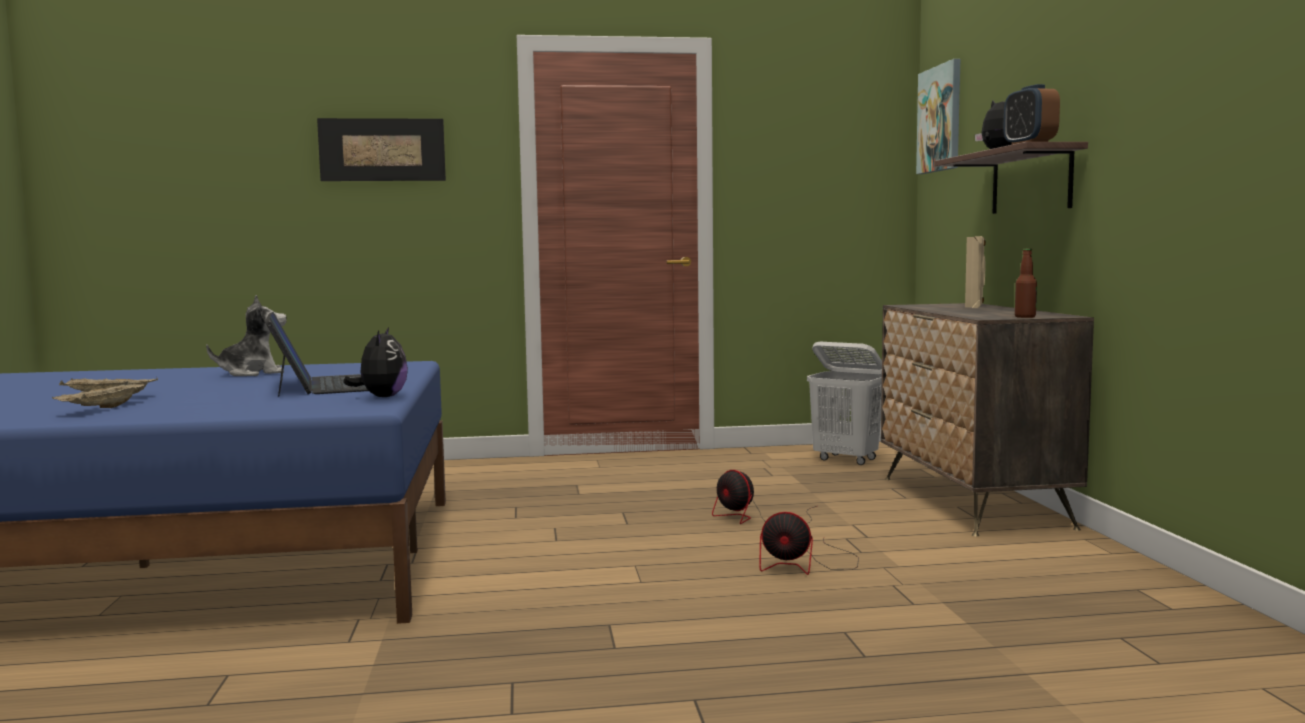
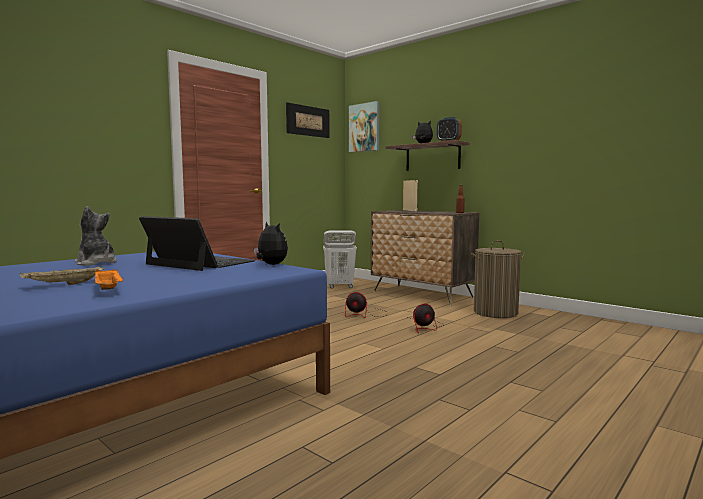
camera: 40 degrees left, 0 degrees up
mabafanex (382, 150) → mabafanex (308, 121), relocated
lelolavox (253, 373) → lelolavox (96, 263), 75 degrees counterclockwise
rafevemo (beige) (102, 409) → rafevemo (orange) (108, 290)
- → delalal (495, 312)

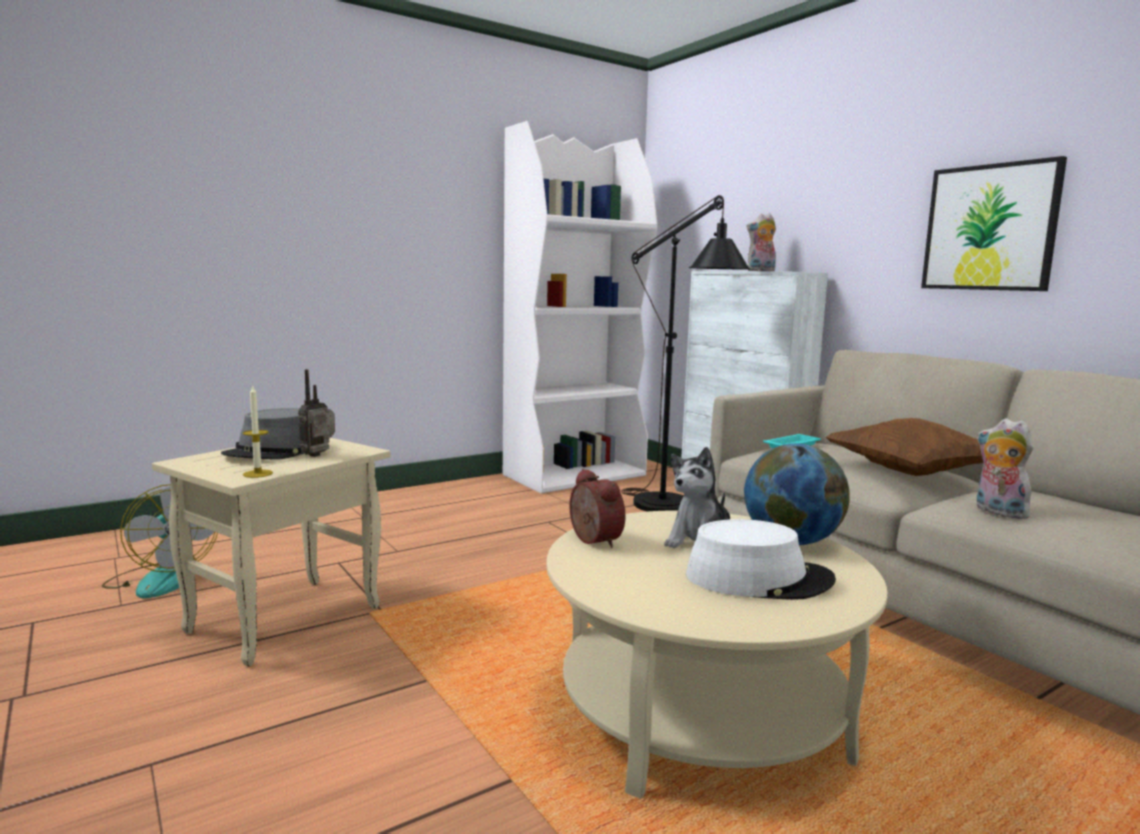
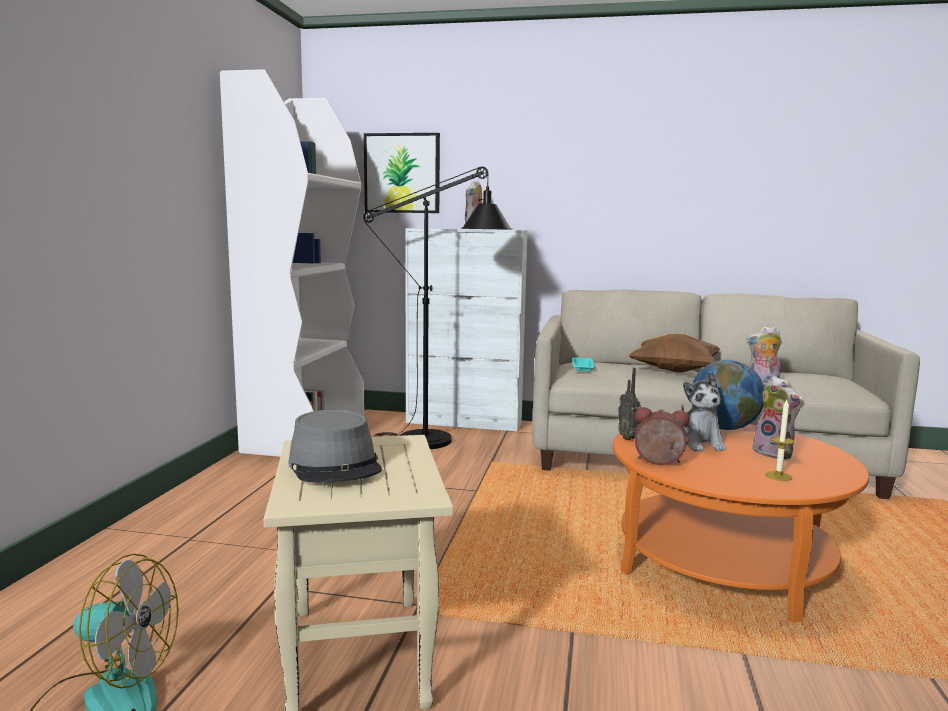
camera: 45 degrees left, 0 degrees up
mabafanex (990, 228) → mabafanex (402, 173), relocated
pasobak (319, 456) → pasobak (629, 438), relocated
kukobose (258, 474) → kukobose (778, 476), relocated
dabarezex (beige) (701, 710) → dabarezex (orange) (723, 562)
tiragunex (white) (758, 579) → lelolavox (775, 453)

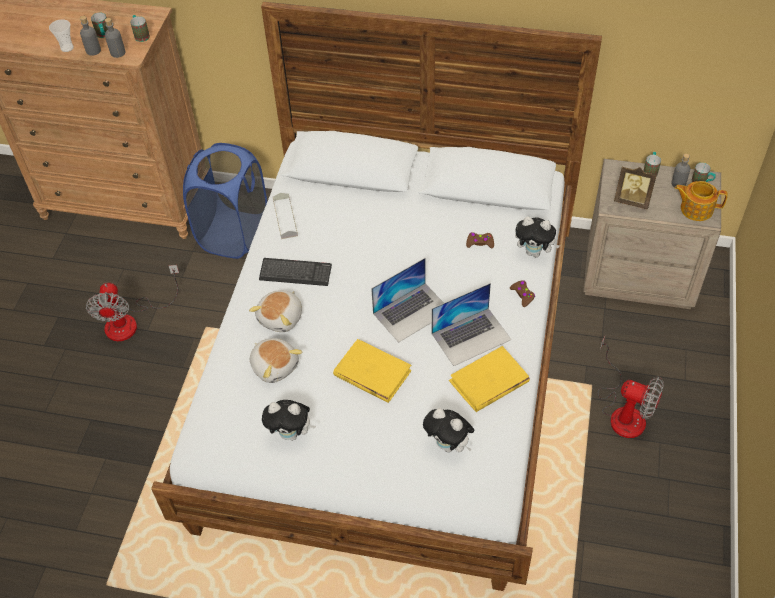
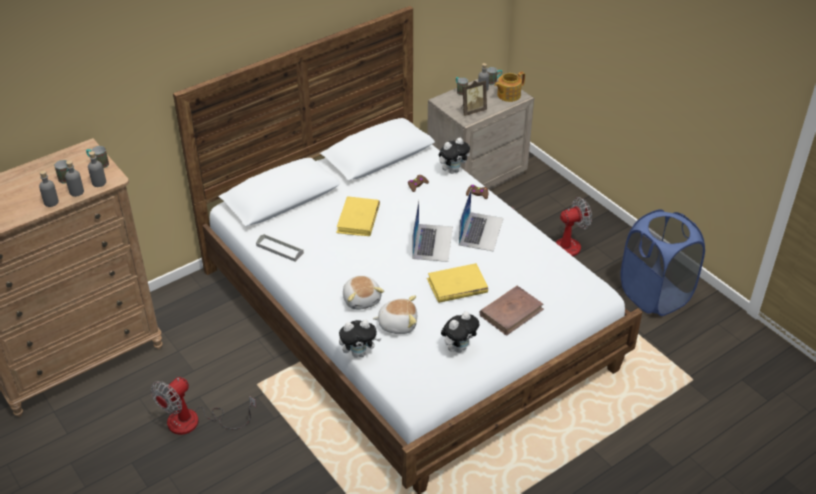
camera: 50 degrees left, 10 degrees down
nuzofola (67, 48) → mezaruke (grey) (51, 202)
delalal (blue) (234, 235) → delalal (blue) (655, 295), relocated
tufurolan (295, 273) → -
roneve (131, 321) → roneve (195, 422), 90 degrees clockwise
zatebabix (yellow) (488, 382) → zatebabix (yellow) (358, 219), relocated
lelolavox (449, 445) → lelolavox (359, 353), relocated
- → zatebabix (brown) (511, 312)

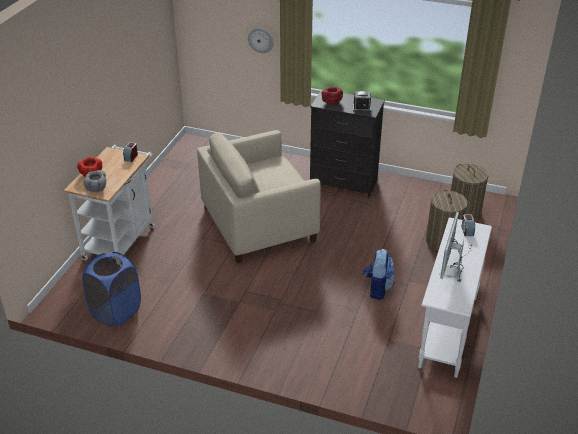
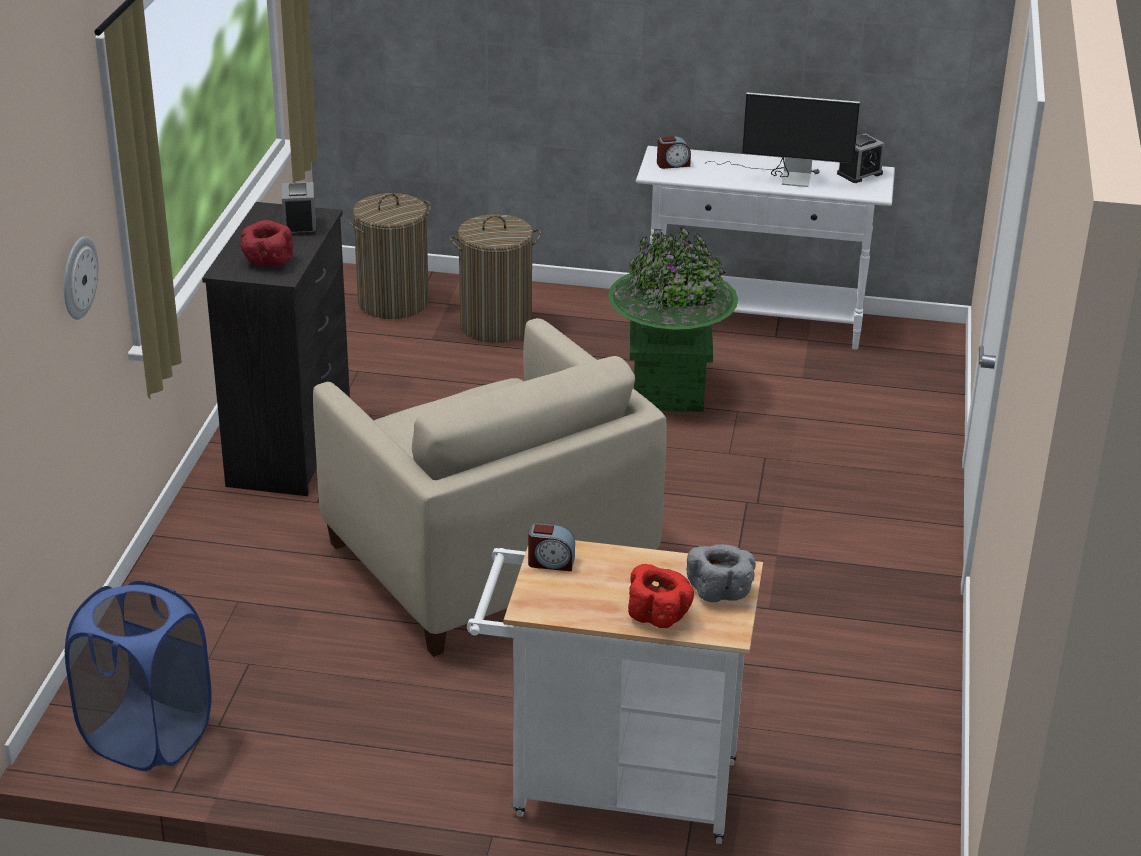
camera: 100 degrees left, 5 degrees down
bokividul (377, 288) → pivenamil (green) (667, 392)
delalal (blue) (116, 311) → delalal (blue) (147, 737), relocated
- → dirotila (859, 173)

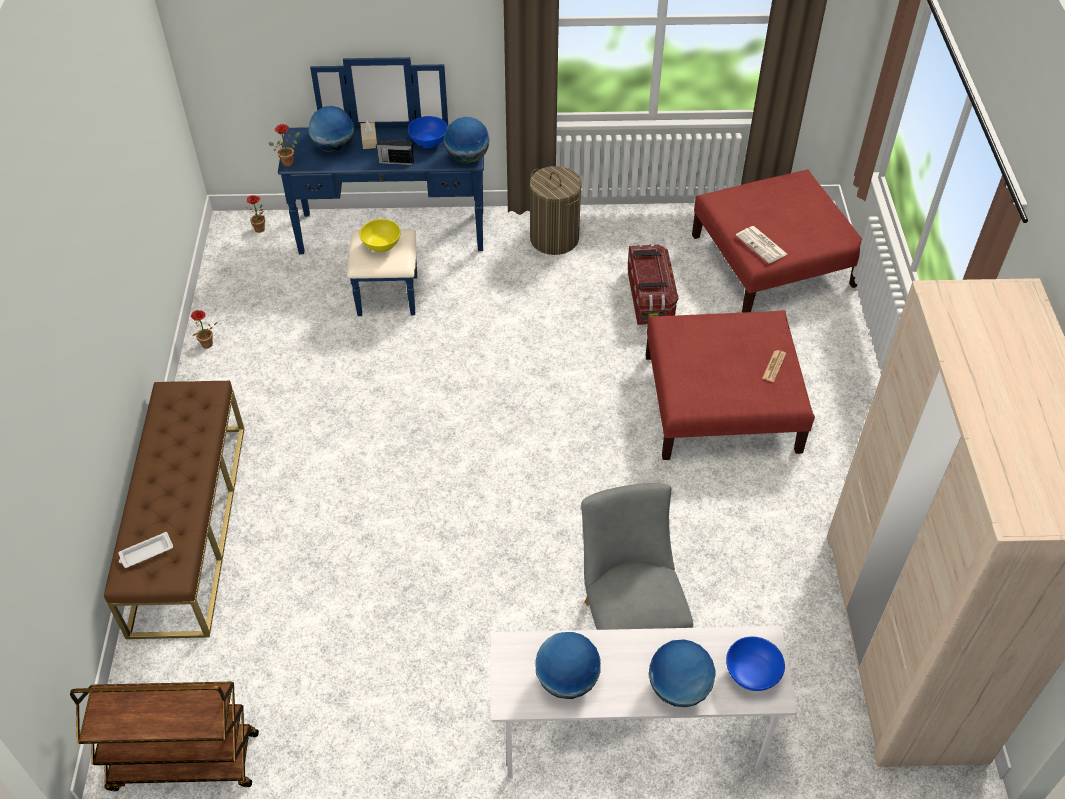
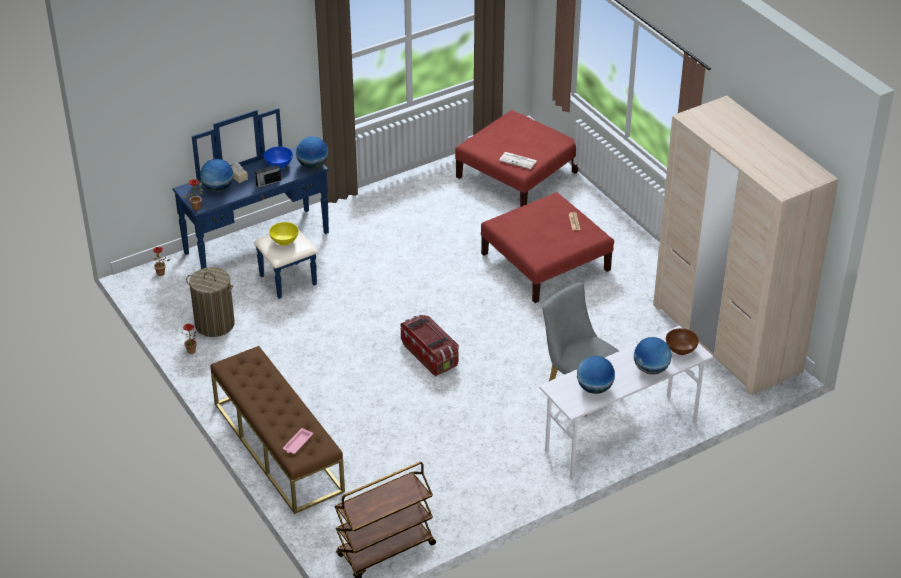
camera: 30 degrees left, 10 degrees down
delalal (554, 238) → delalal (214, 324), relocated
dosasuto (649, 297) → dosasuto (430, 355), relocated
rafevemo (white) (145, 553) → rafevemo (pink) (297, 443)
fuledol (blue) (751, 674) → fuledol (brown) (680, 350)

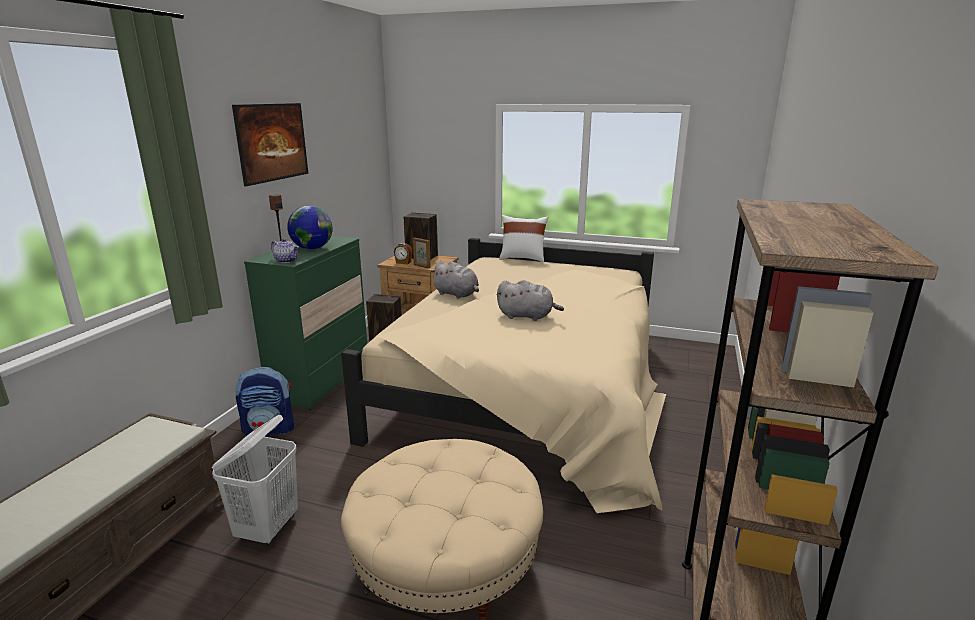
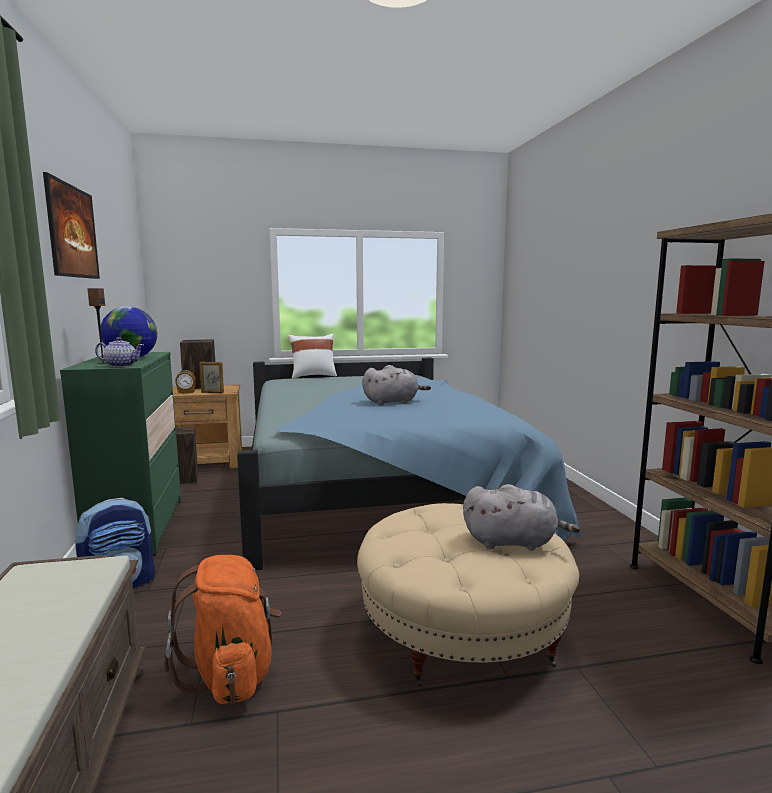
camera: 30 degrees left, 10 degrees down
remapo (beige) (530, 390) → remapo (blue) (377, 489)
lelolavox (grey) (457, 294) → lelolavox (grey) (513, 542), relocated
delalal (white) (268, 528) → bokividul (orange) (231, 674)

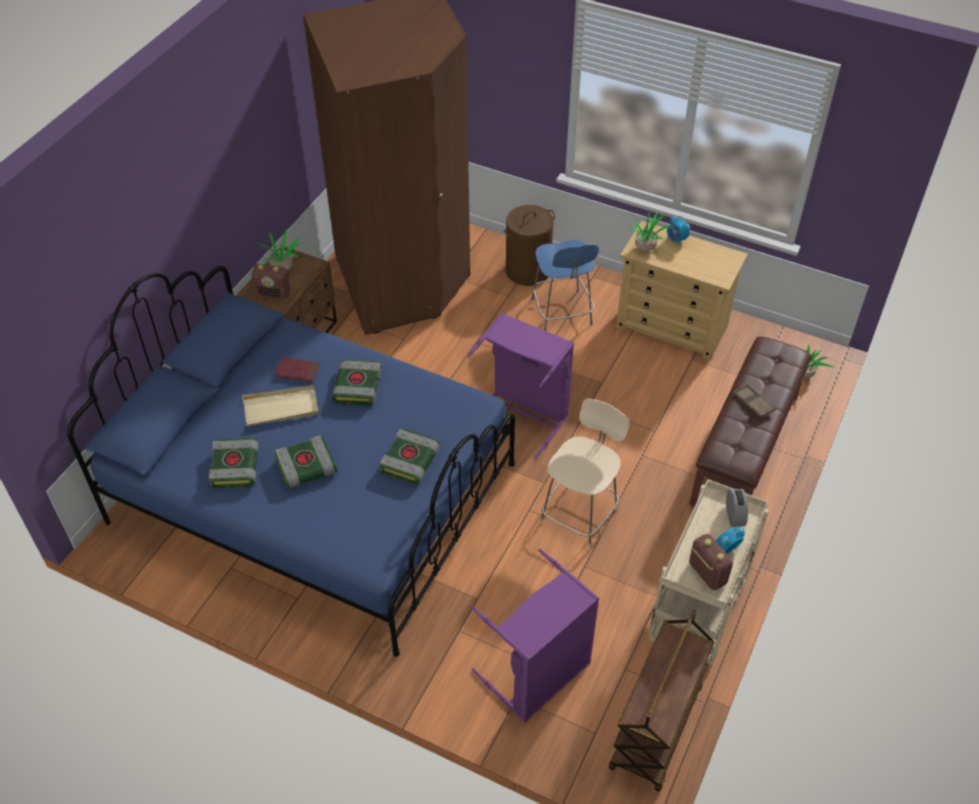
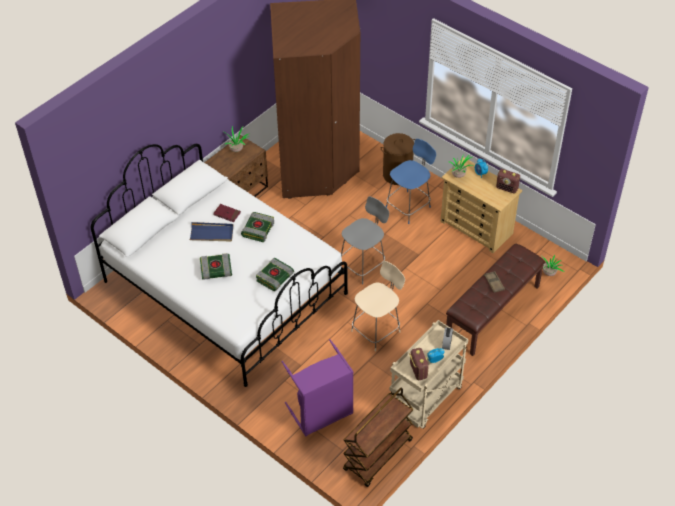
camera: 15 degrees right, 0 degrees up
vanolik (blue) (562, 313) → vanolik (blue) (409, 206), 135 degrees counterclockwise
pasobak (274, 293) → pasobak (507, 188), relocated
remapo (blue) (314, 493) → remapo (white) (225, 287)
delalal (purple) (523, 415) → vanolik (grey) (363, 265)
rafevemo (beige) (281, 408) → rafevemo (blue) (212, 233)
zatebabix (236, 468) → -

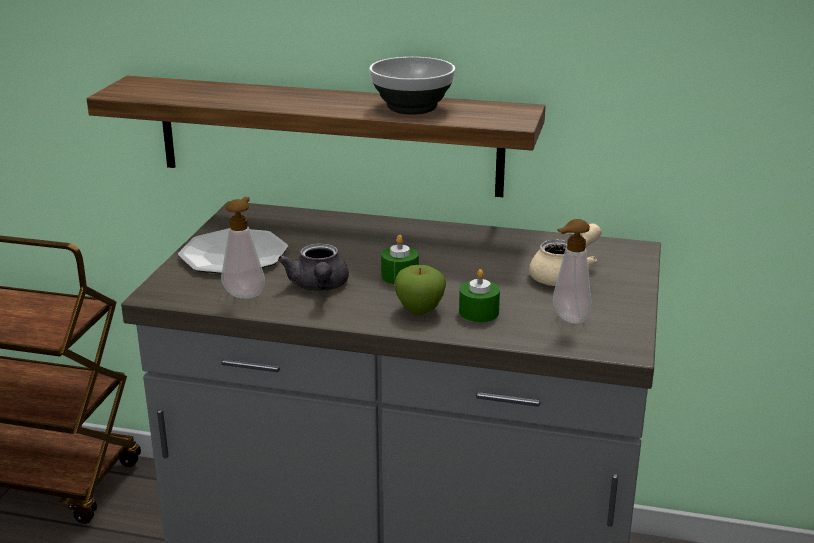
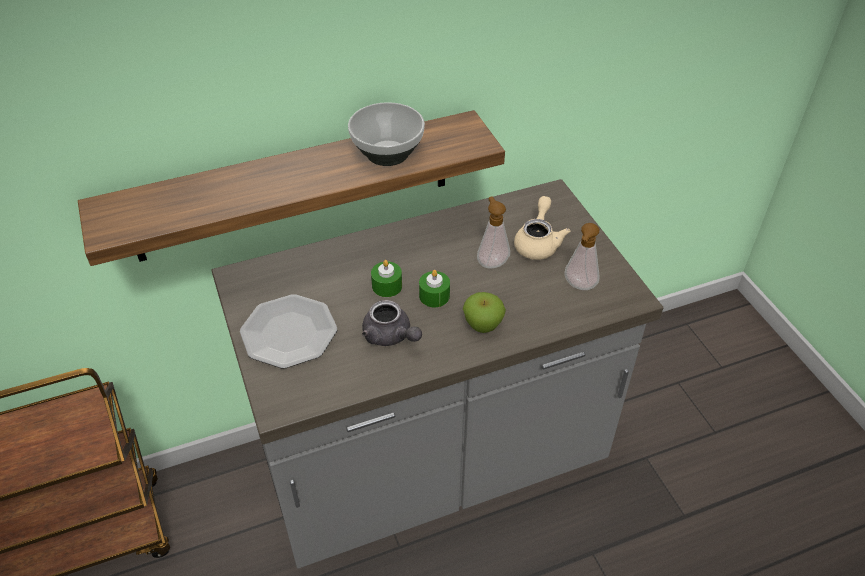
camera: 35 degrees left, 20 degrees up
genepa (245, 293) → genepa (491, 262), relocated
kukobose (green) (478, 312) → kukobose (green) (387, 286), relocated

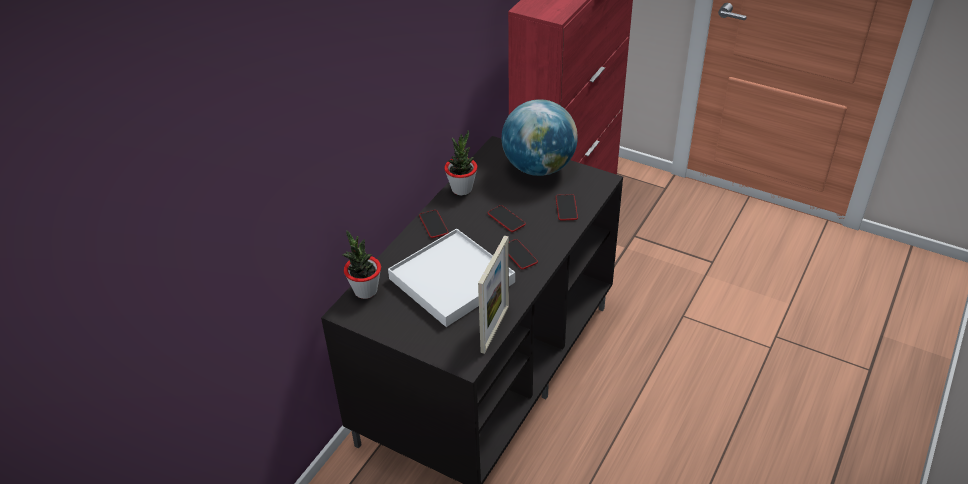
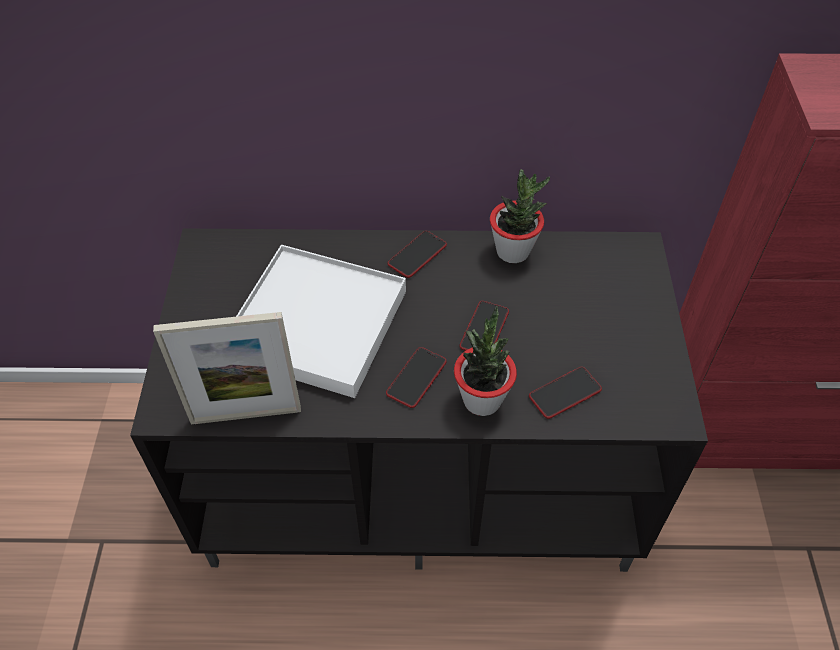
camera: 60 degrees right, 10 degrees up
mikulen (539, 168) → -
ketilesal (365, 290) → ketilesal (482, 400), relocated

